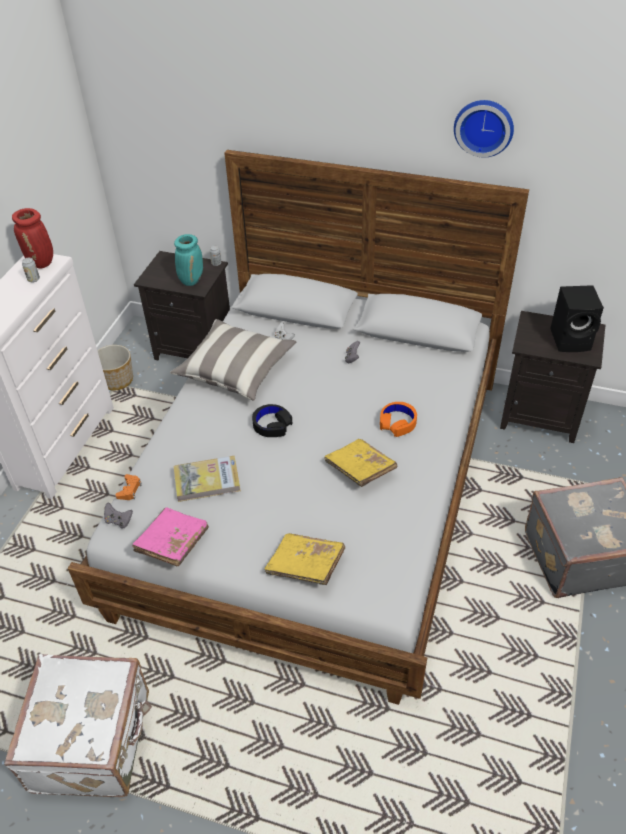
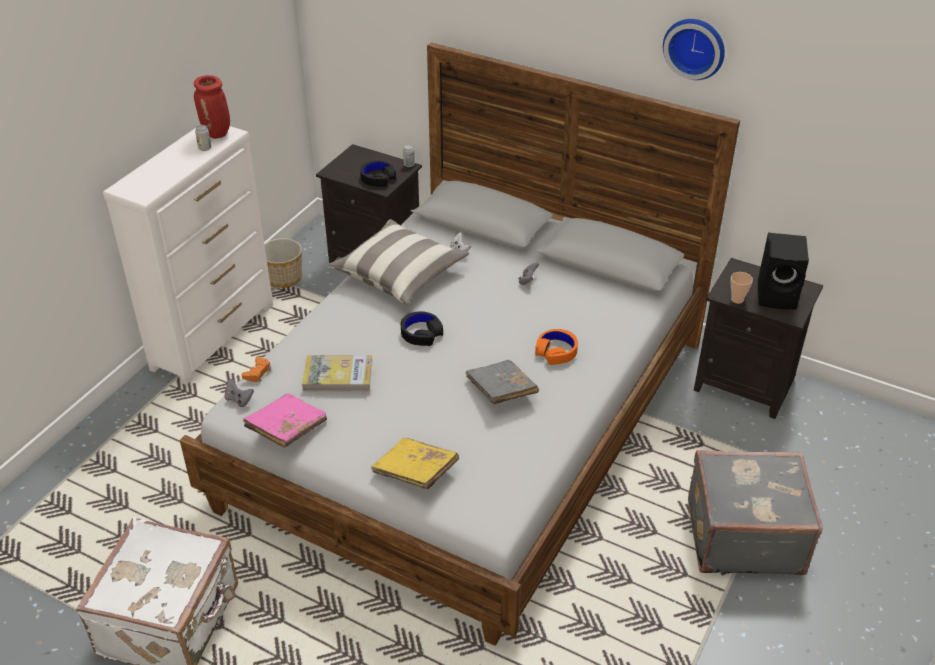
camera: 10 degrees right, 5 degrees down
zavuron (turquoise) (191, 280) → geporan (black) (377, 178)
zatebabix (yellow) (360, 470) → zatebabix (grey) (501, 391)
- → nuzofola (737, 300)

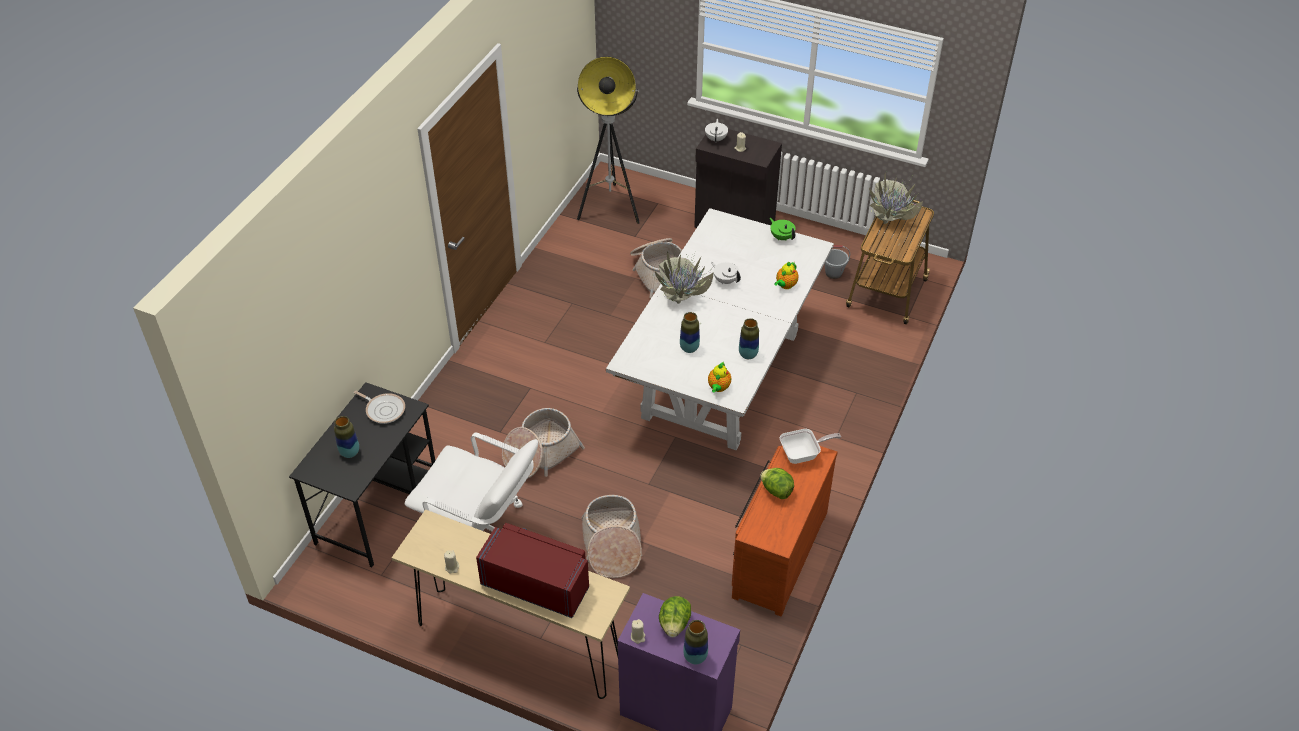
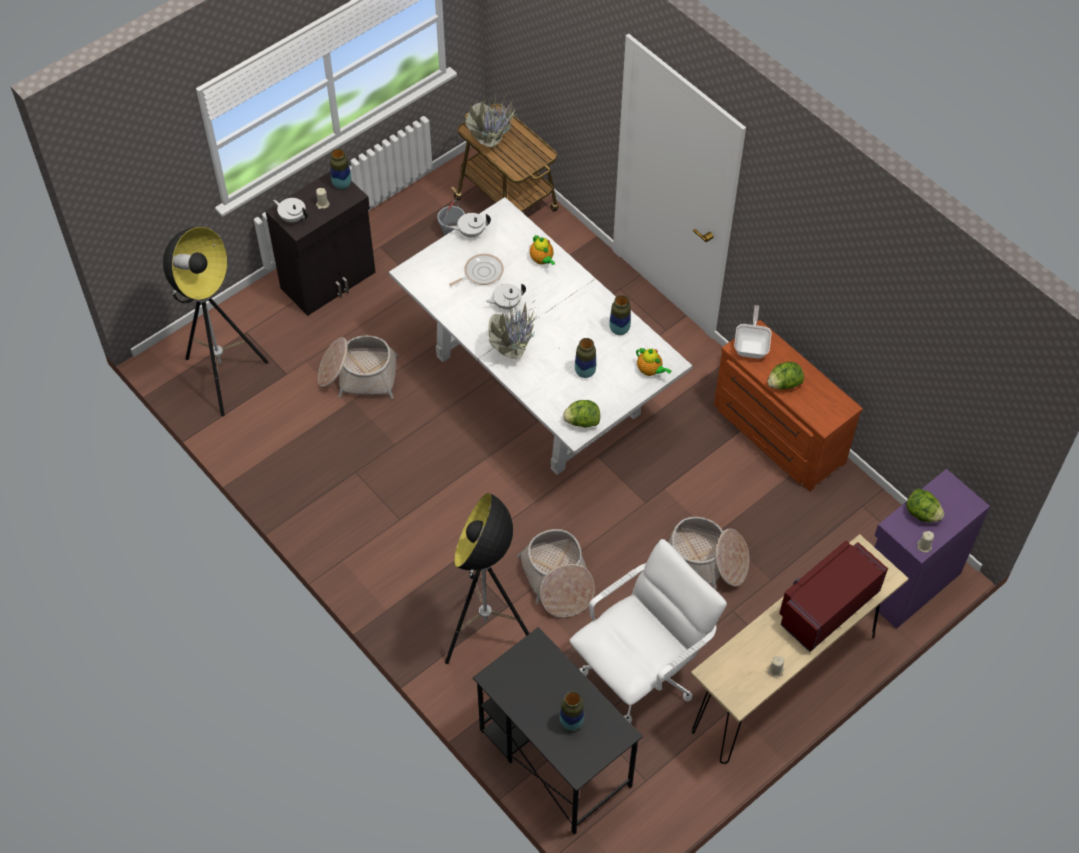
camera: 65 degrees left, 10 degrees up
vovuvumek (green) (781, 237) → vovuvumek (white) (471, 232)
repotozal (384, 409) → repotozal (481, 273), relocated
zavuron (695, 657) → zavuron (342, 184), relocated
- → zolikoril (582, 422)
- → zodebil (487, 634)

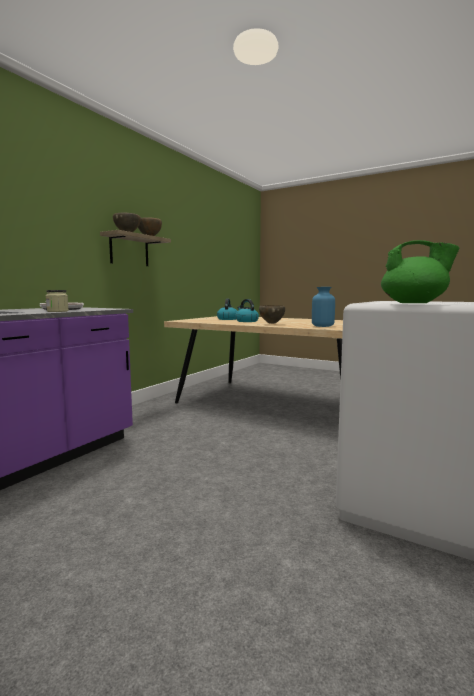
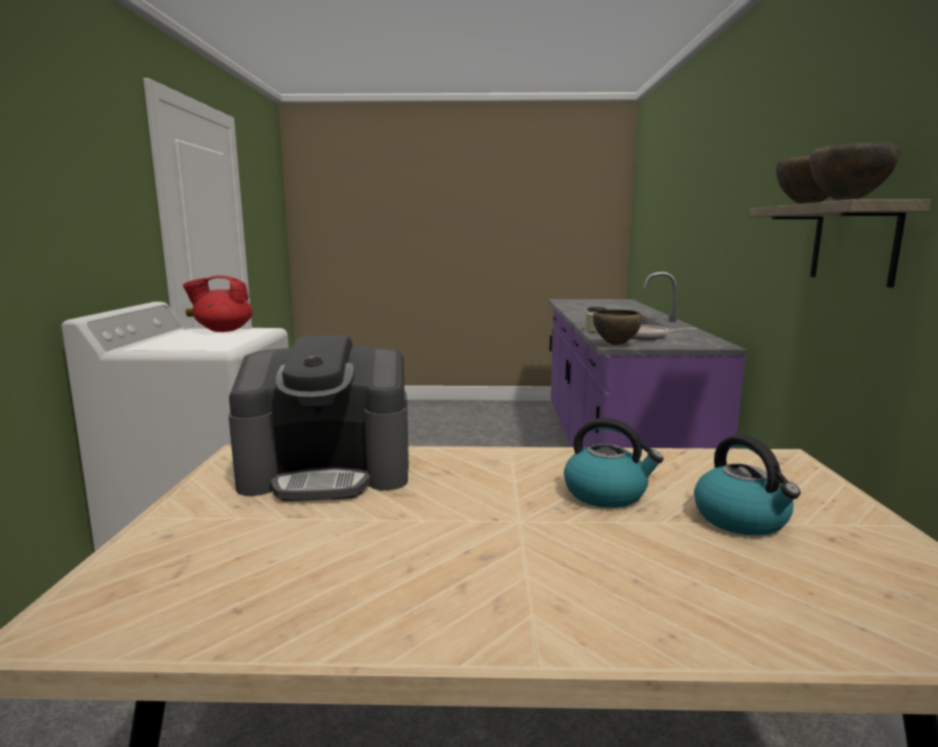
camera: 150 degrees right, 5 degrees up
vovuvumek (green) (414, 303) → vovuvumek (red) (223, 330)
zavuron (blue) (322, 326) → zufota (328, 472)
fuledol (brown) (271, 323) → fuledol (brown) (616, 344), relocated

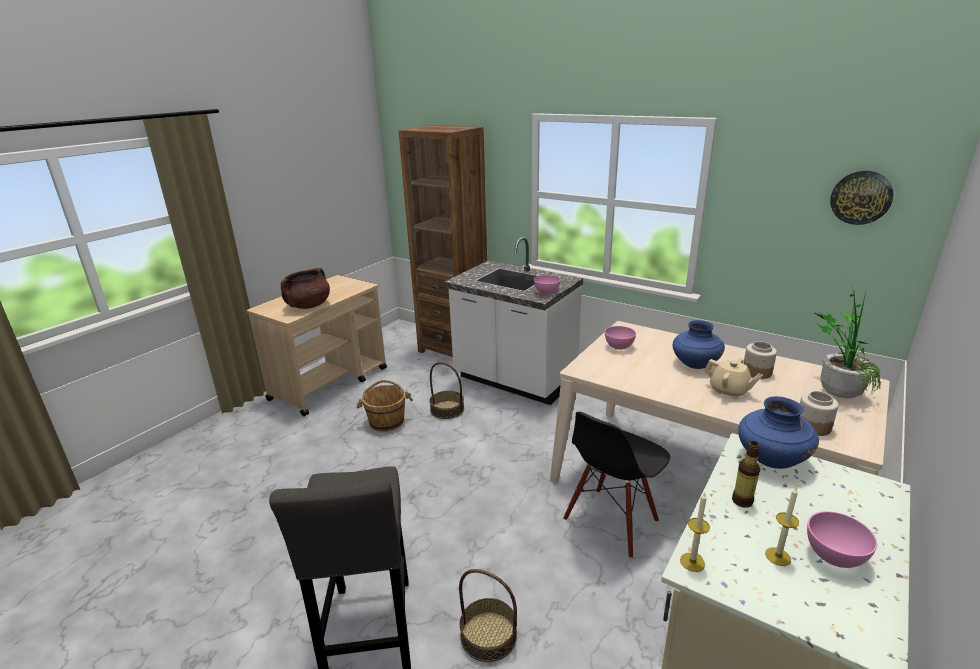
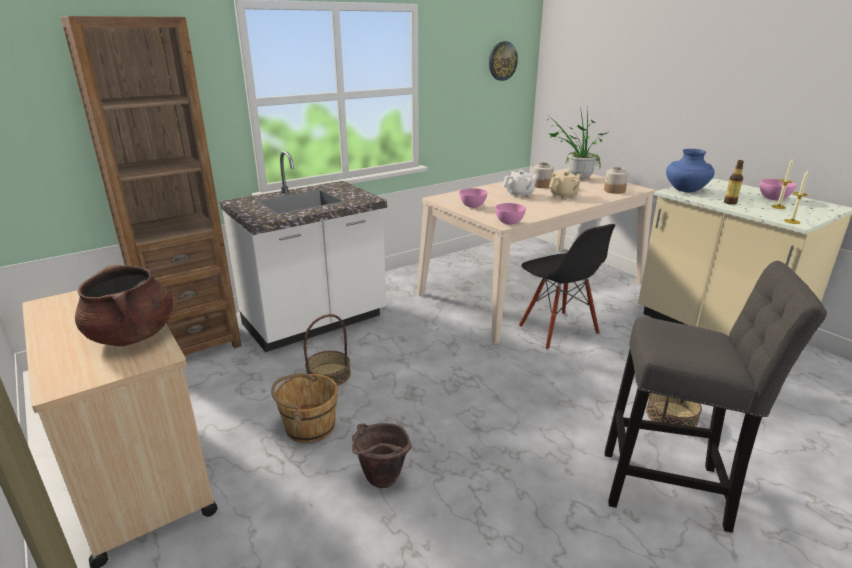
camera: 70 degrees left, 0 degrees up
fuledol (pink) (546, 292) → fuledol (pink) (509, 223), relocated
zavuron (blue) (695, 364) → vovuvumek (white) (520, 195)
- → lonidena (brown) (381, 482)

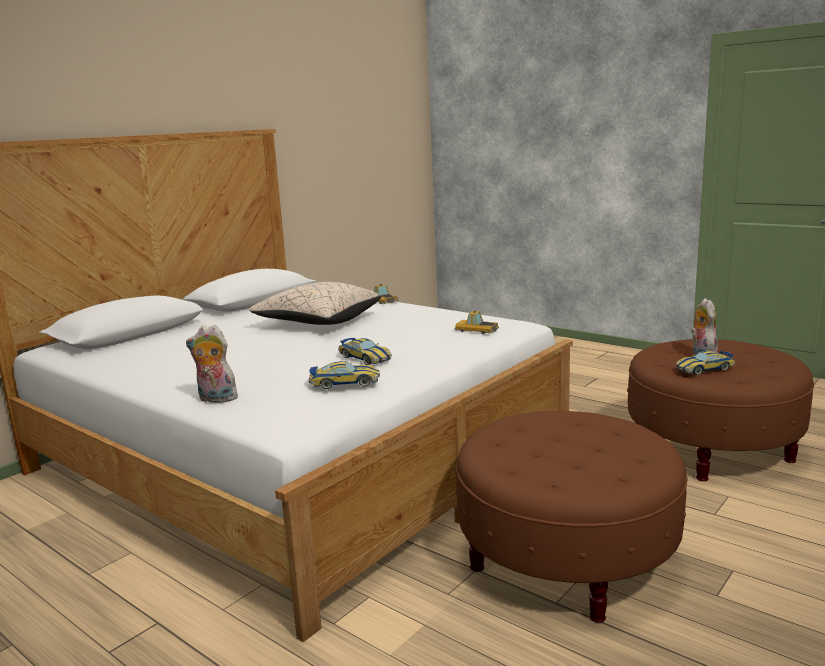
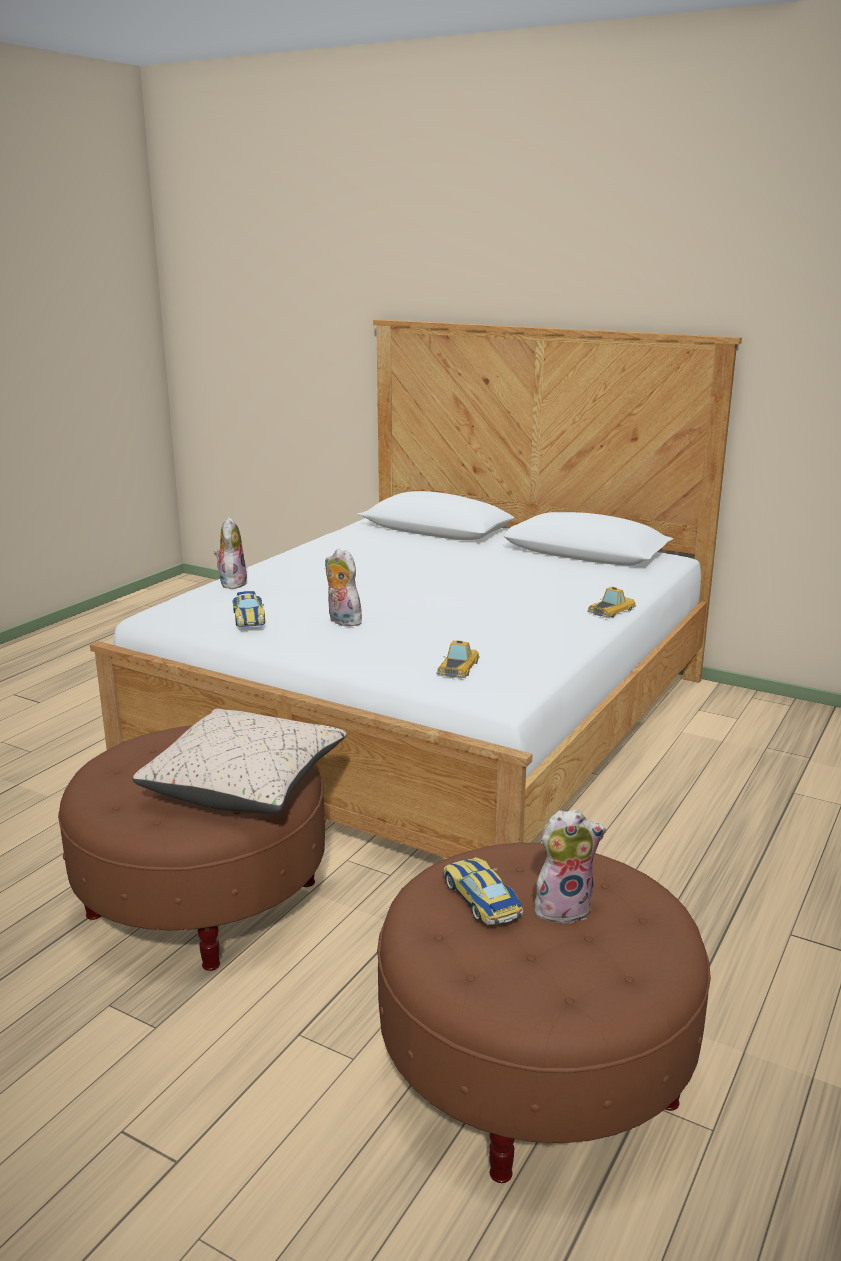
camera: 80 degrees right, 5 degrees up
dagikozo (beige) (318, 322) → dagikozo (beige) (245, 784), relocated
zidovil (365, 358) → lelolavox (342, 621)

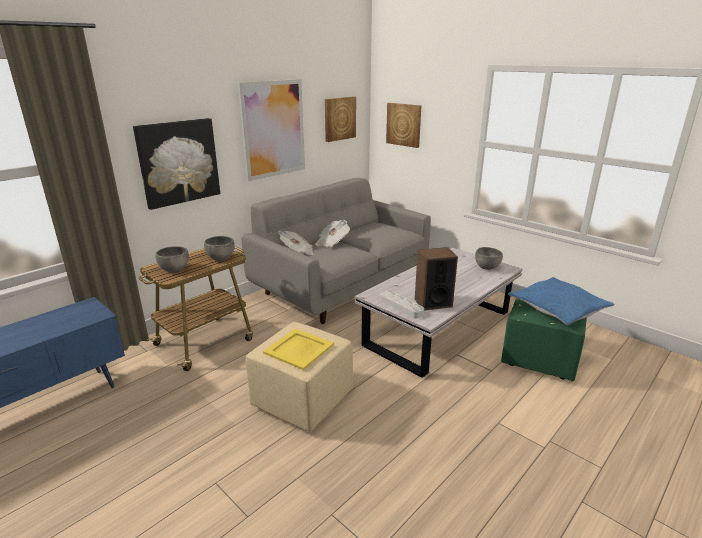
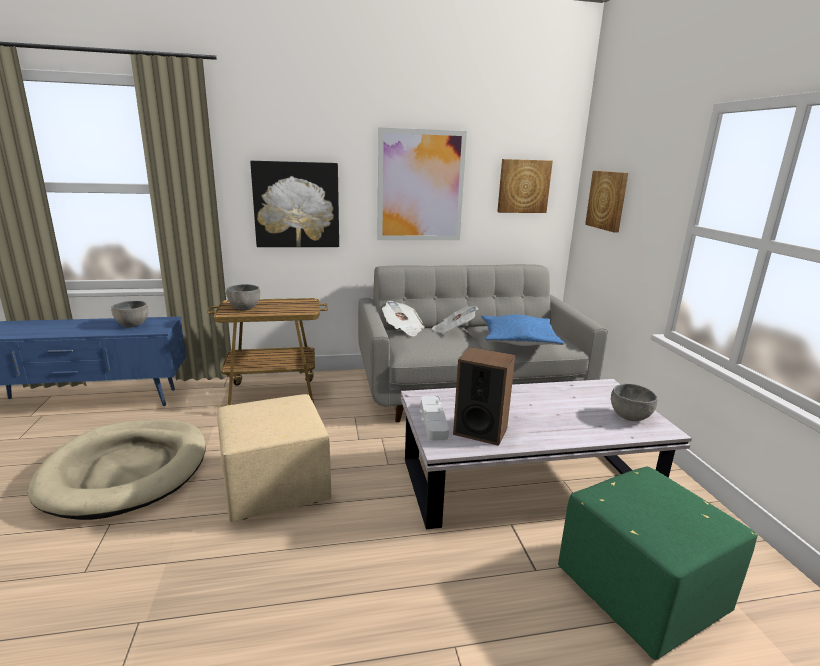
camera: 35 degrees right, 5 degrees down
fuledol (grey) (221, 258) → fuledol (grey) (132, 325), relocated
dagikozo (blue) (557, 308) → dagikozo (blue) (518, 339), relocated
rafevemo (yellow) (299, 349) → -
- → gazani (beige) (127, 471)

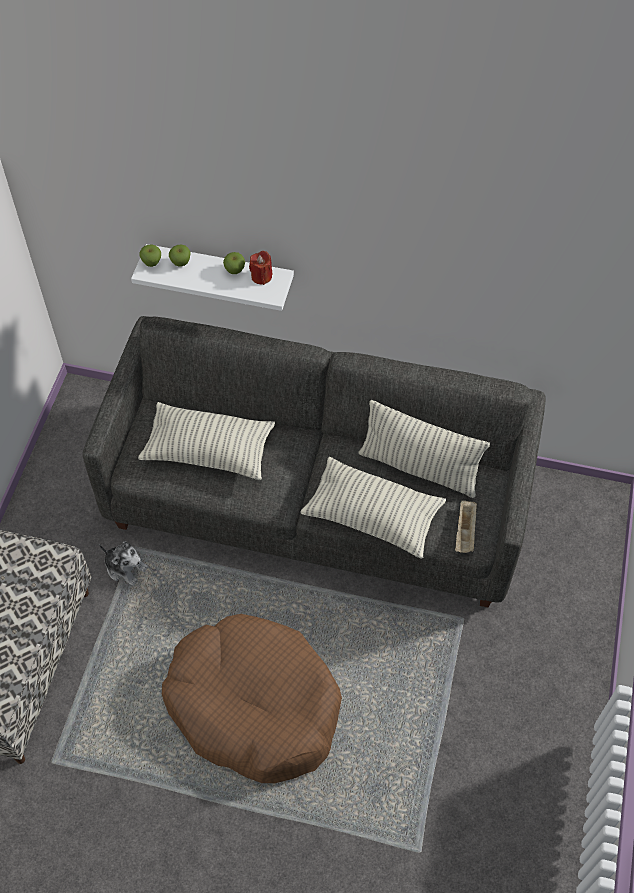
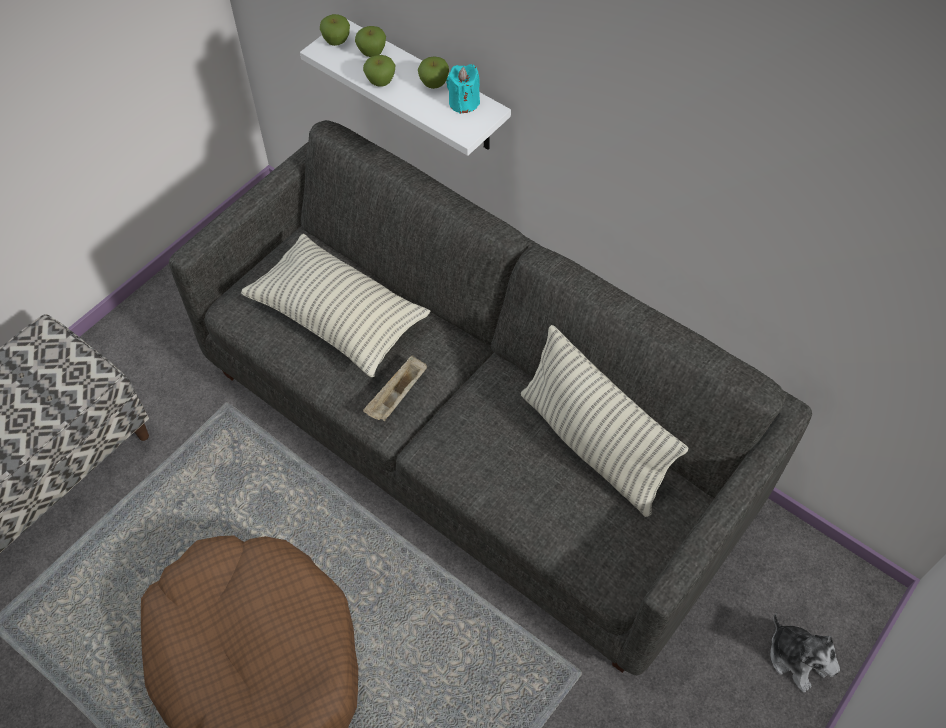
camera: 25 degrees right, 0 degrees up
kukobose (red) (261, 276) → kukobose (turquoise) (463, 103)
dagikozo (373, 516) → -
rafevemo (beige) (465, 532) → rafevemo (beige) (397, 397), relocated
lelolavox (125, 567) → lelolavox (796, 658), relocated
- → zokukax (380, 82)

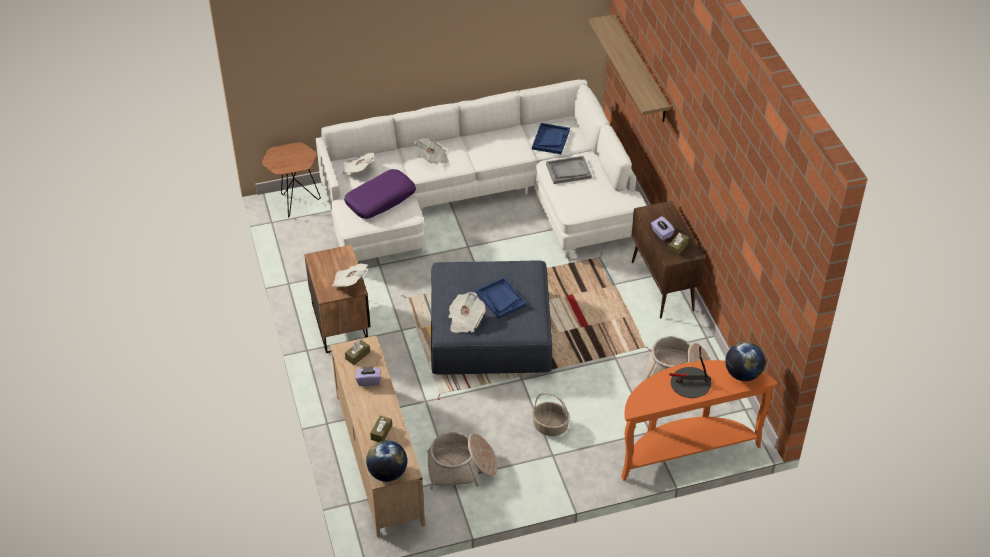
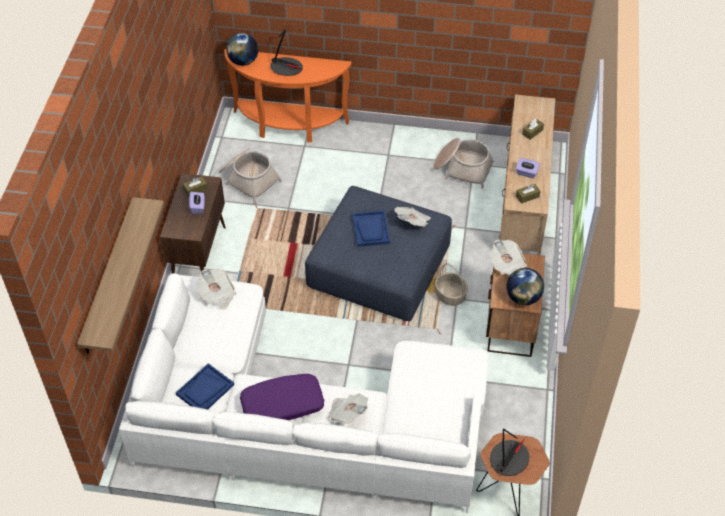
camera: 155 degrees left, 5 degrees up
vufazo (358, 170) → vufazo (217, 295), relocated
rafevemo (grey) (568, 171) → -
dagikozo (purple) (380, 199) → dagikozo (purple) (282, 405), relocated
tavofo (550, 426) → tavofo (450, 295), relocated
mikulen (387, 473) → mikulen (523, 298), relocated
- → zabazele (509, 459)

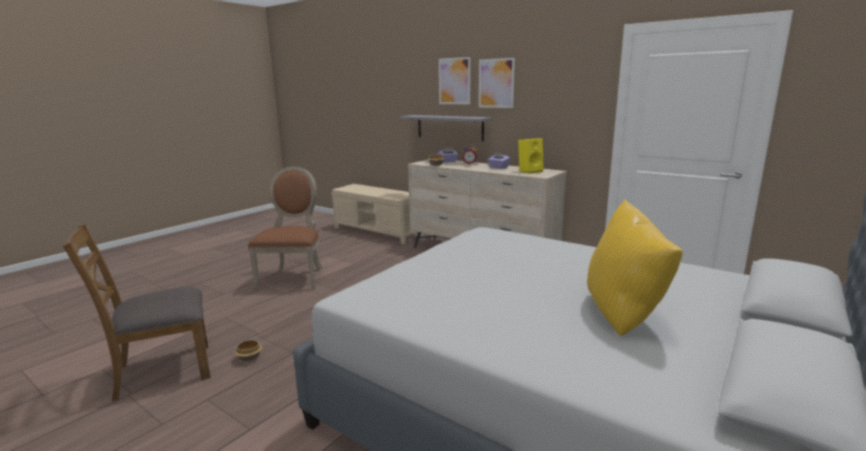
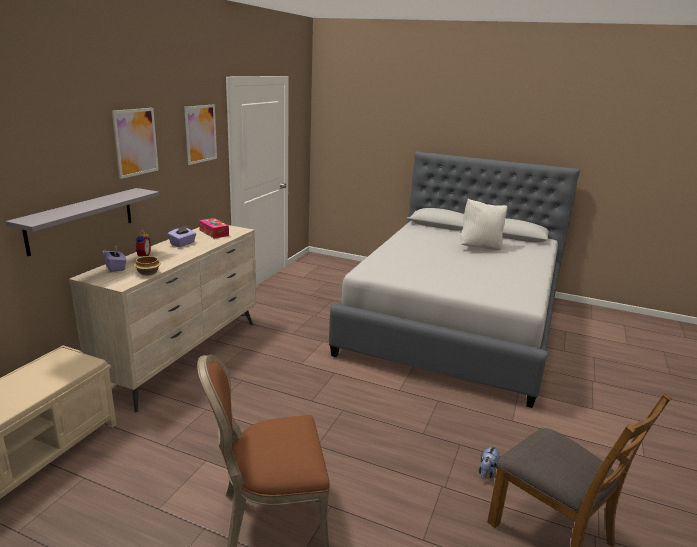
camera: 105 degrees left, 5 degrees up
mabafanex (454, 81) → mabafanex (201, 134), relocated
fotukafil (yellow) (530, 171) → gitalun (214, 233)
dagikozo (yellow) (624, 316) → dagikozo (white) (480, 248)
fuledol (249, 358) → lelolavox (487, 472)

